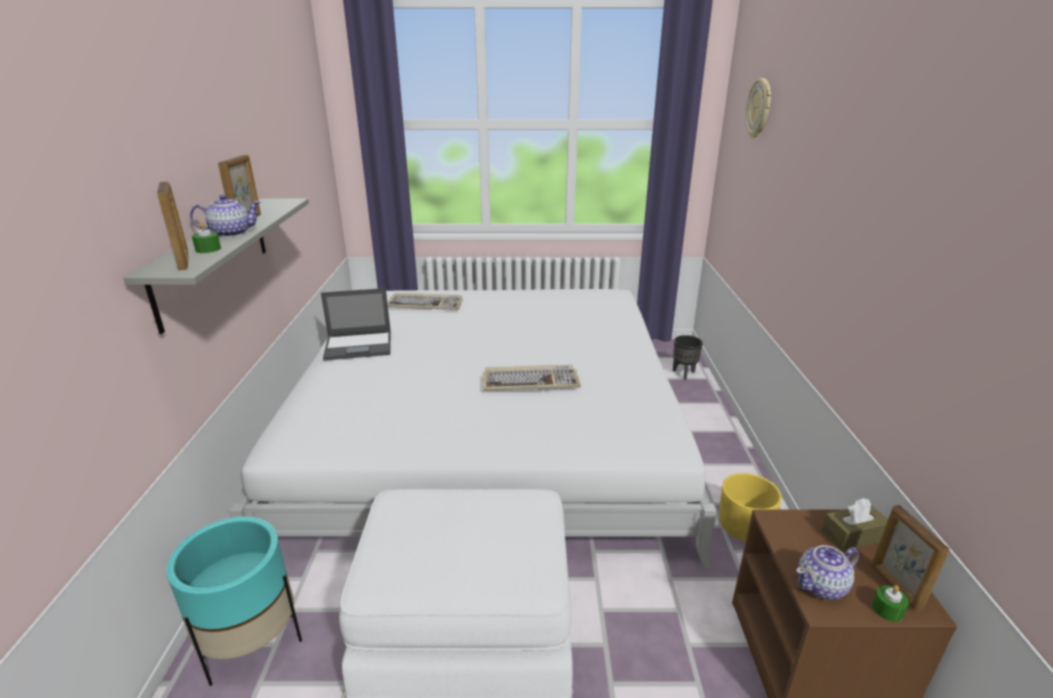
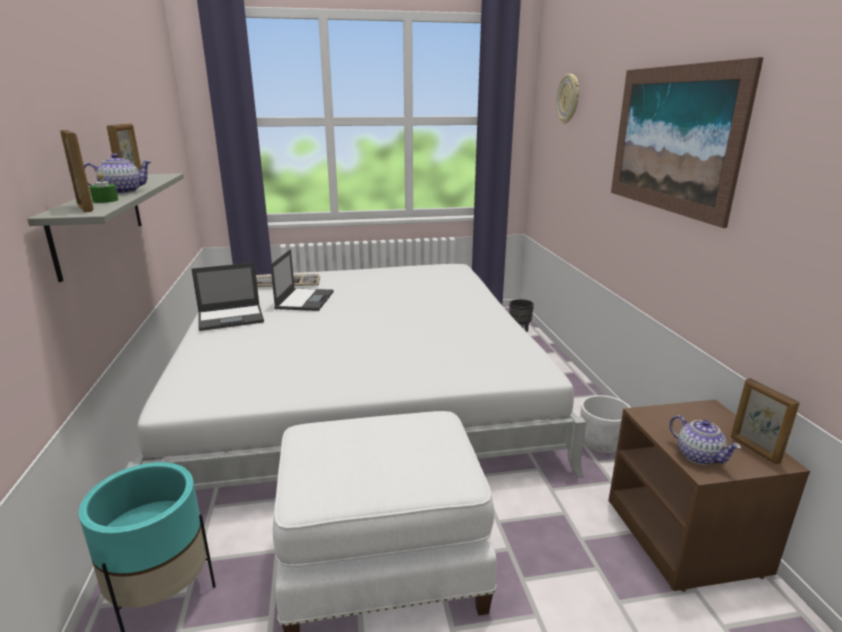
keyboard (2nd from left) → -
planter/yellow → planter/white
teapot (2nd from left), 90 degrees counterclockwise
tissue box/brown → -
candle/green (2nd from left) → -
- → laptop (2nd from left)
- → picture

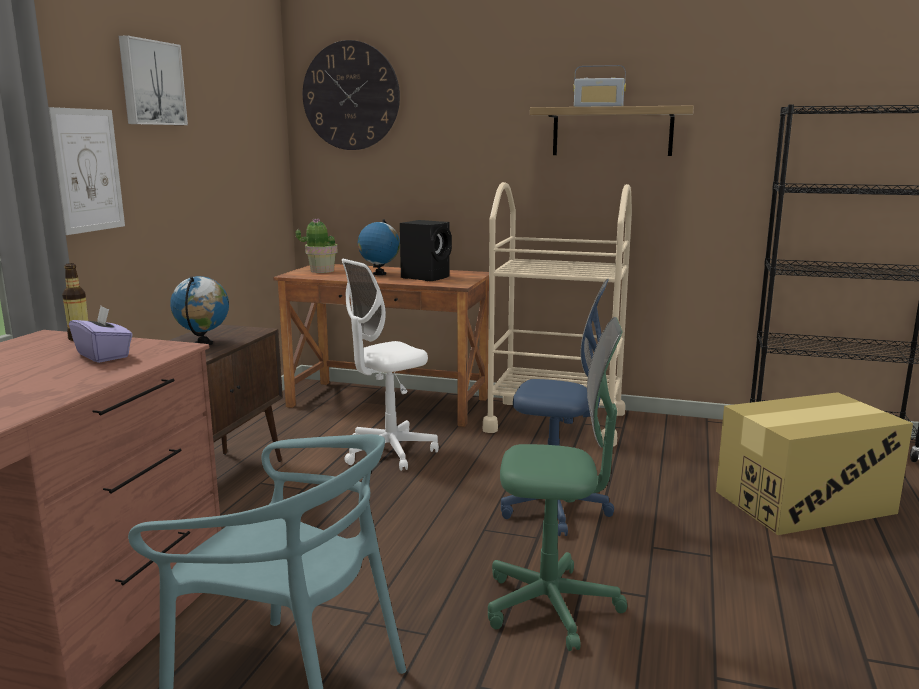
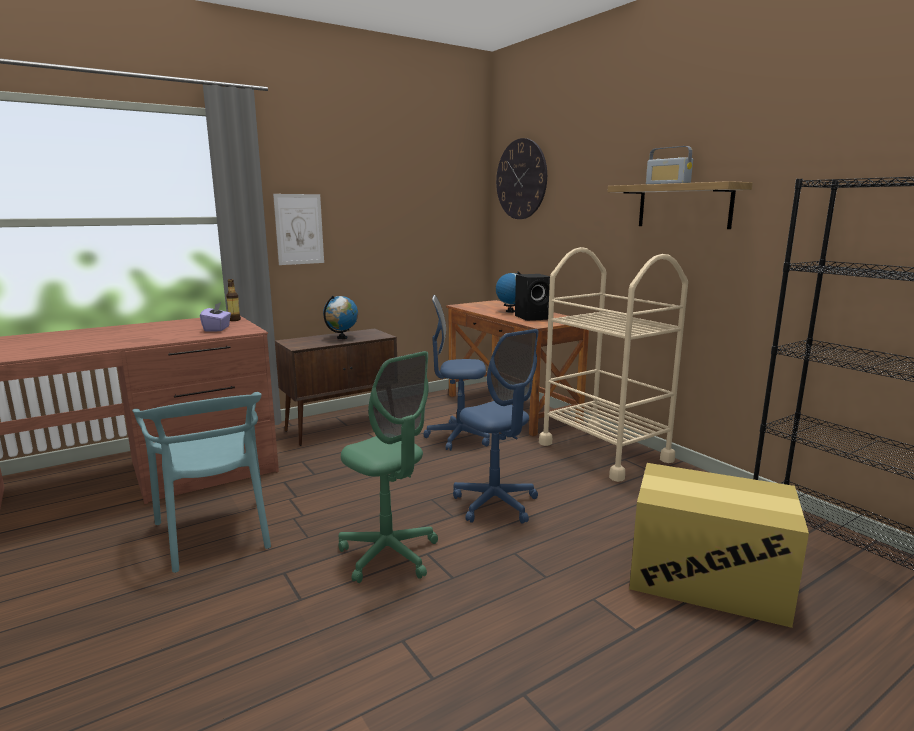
picture (2nd from left) → -
potted plant → -
office chair/white → office chair/blue (1st from left)

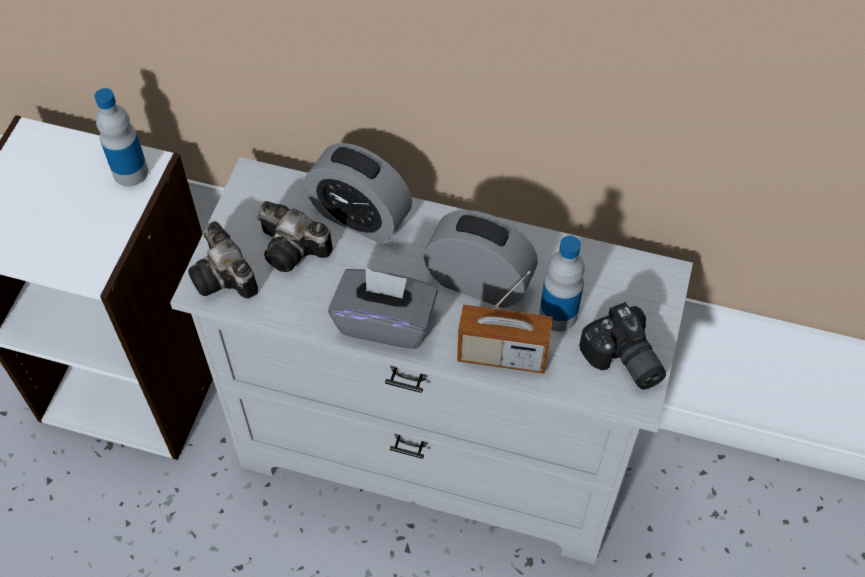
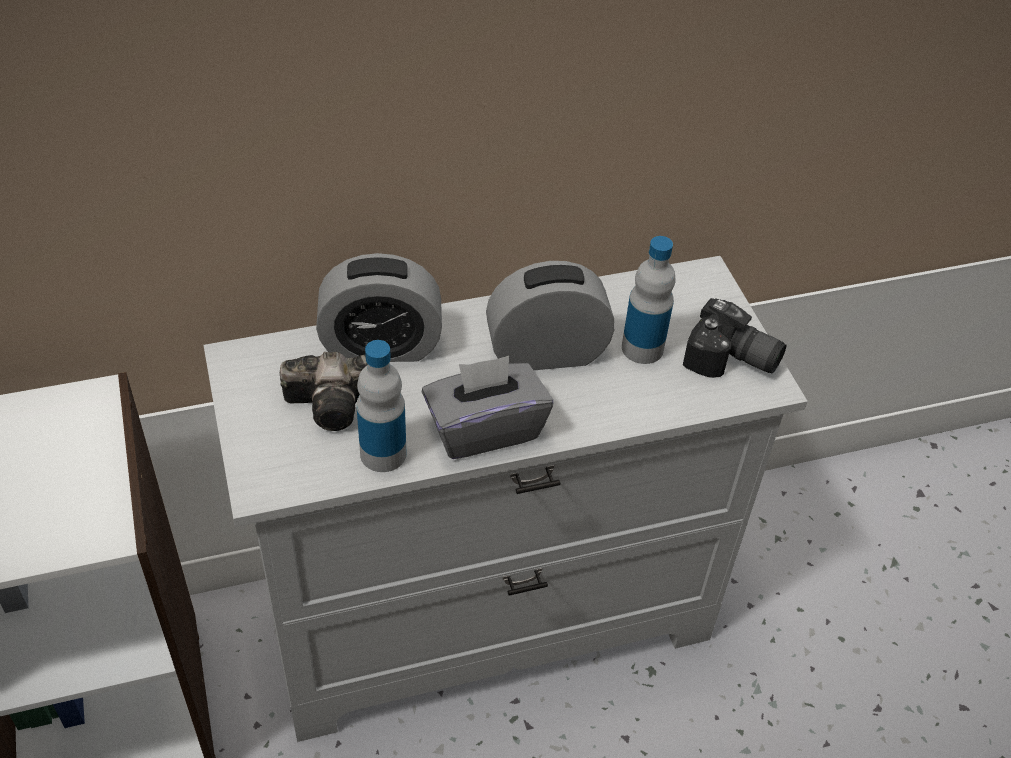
bottle (1st from left), moved
photo camera (1st from left) → -
radio → -

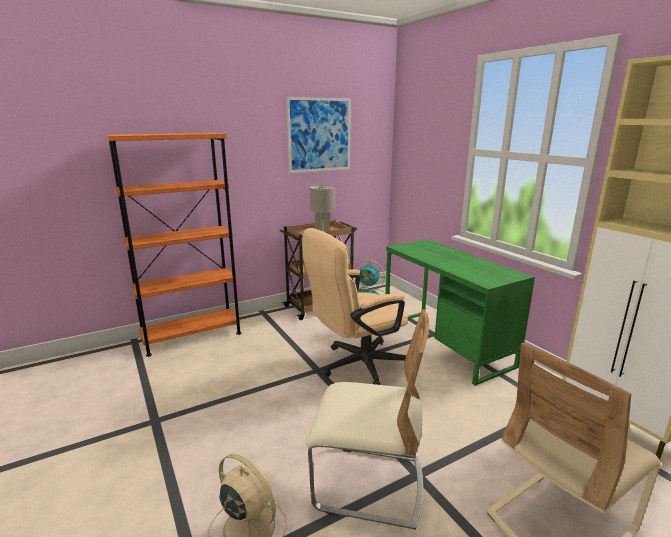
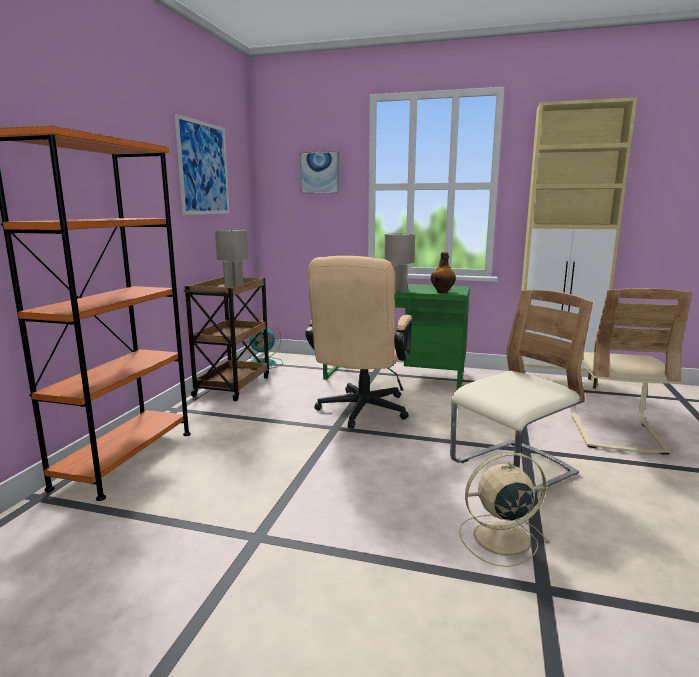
- → picture (2nd from left)
- → table lamp/grey (2nd from left)
- → bottle

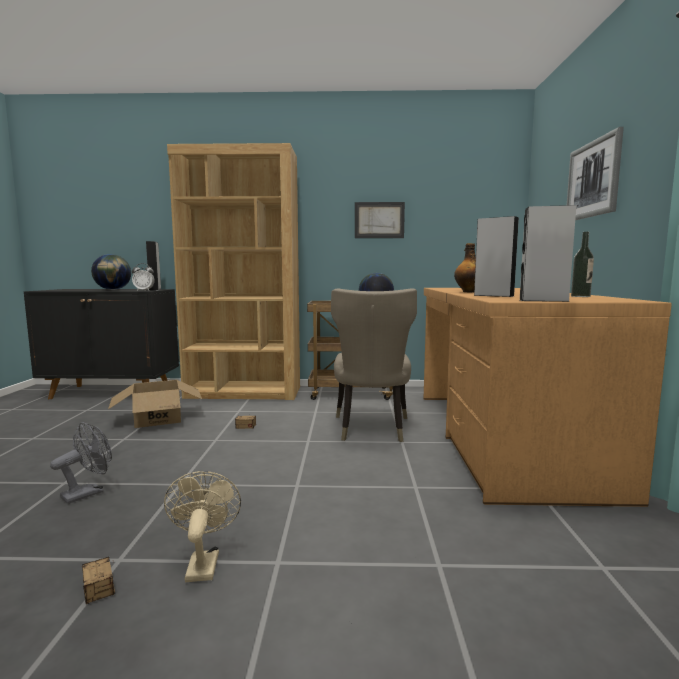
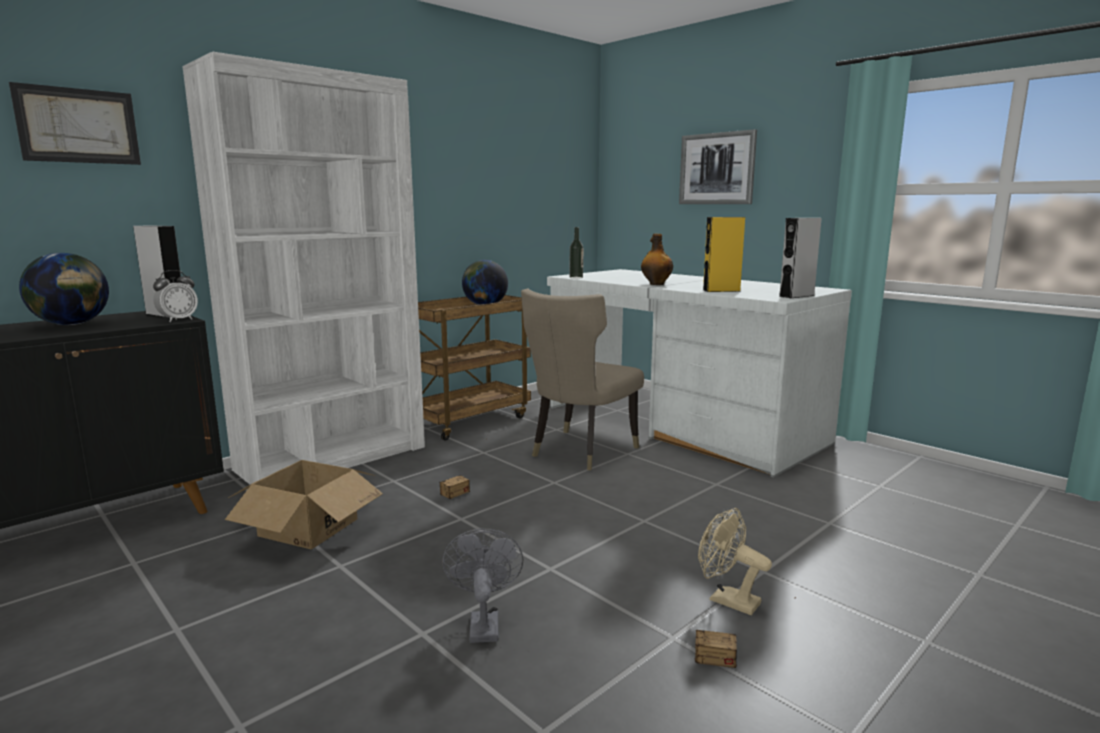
bookcase/brown → bookcase/white
chair/beige, 75 degrees clockwise
picture (1st from left), moved
desk/brown → desk/white
speaker/grey (2nd from left) → speaker/yellow
bottle (2nd from left in the first image) → bottle (1st from left), moved

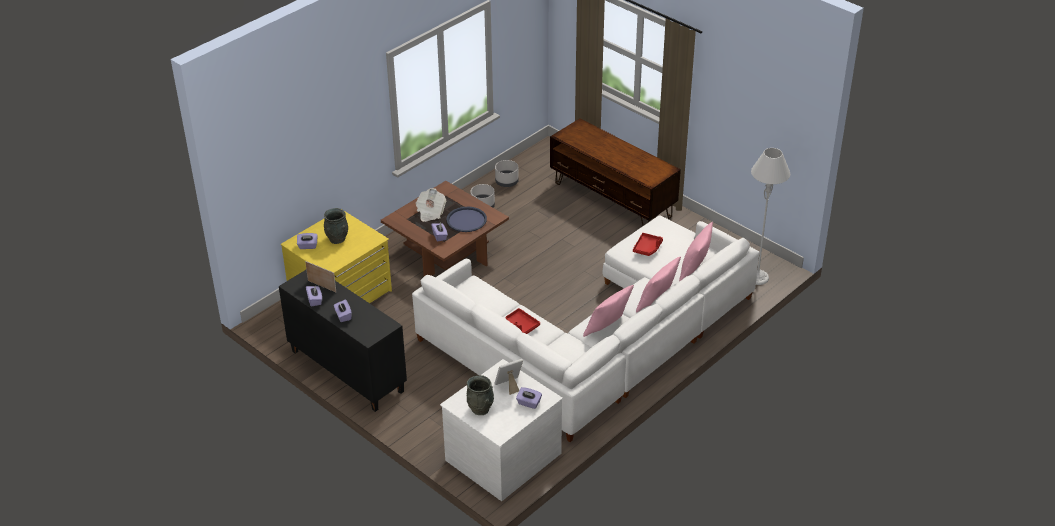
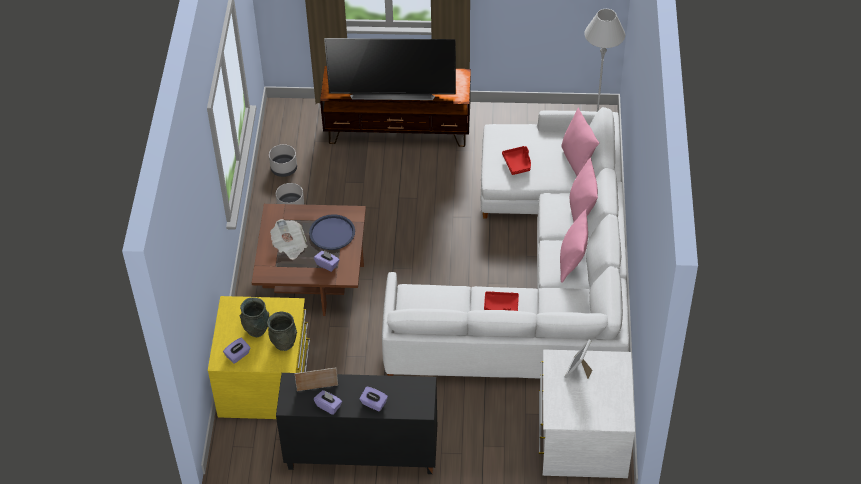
vase/grey (2nd from left), moved
tissue box/purple (5th from left) → -
- → television

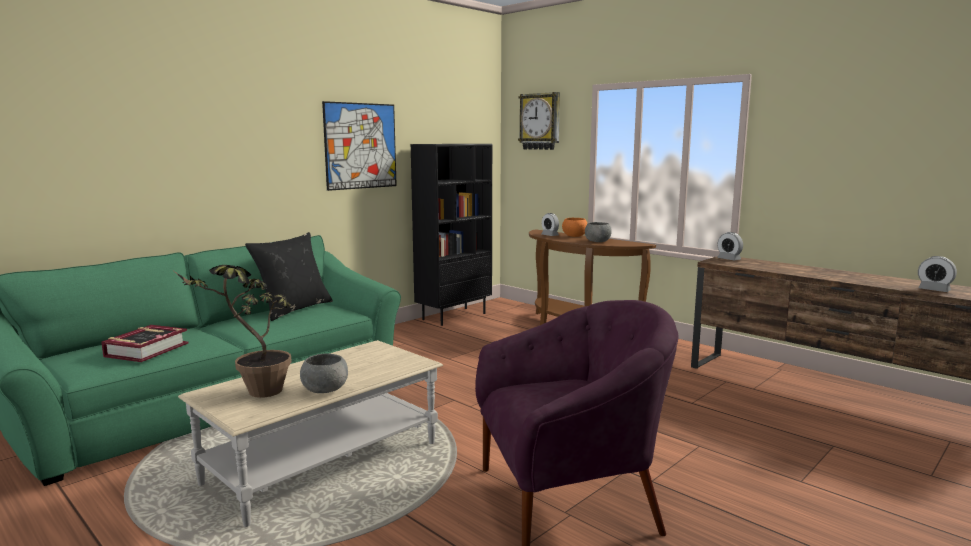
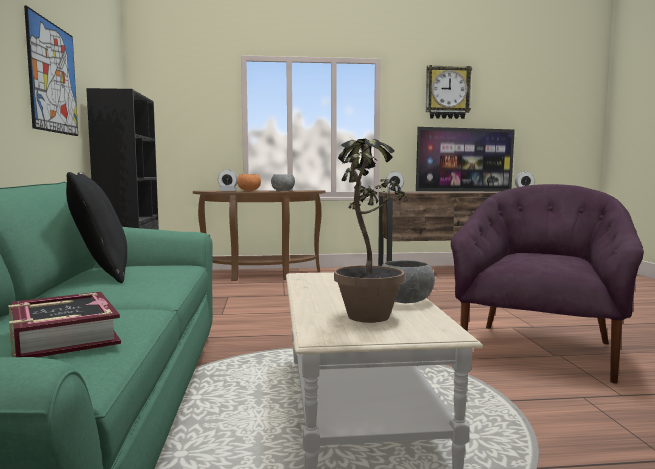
wall clock, moved
- → television

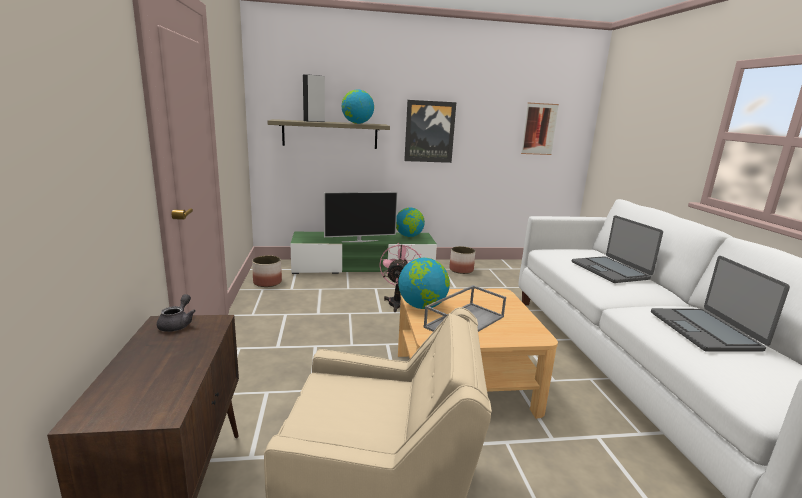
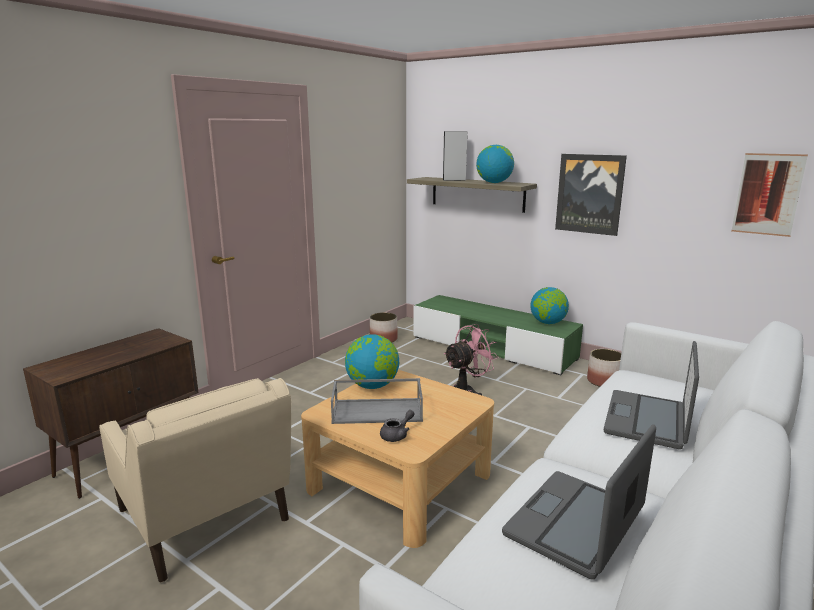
teapot/grey, moved
television → -

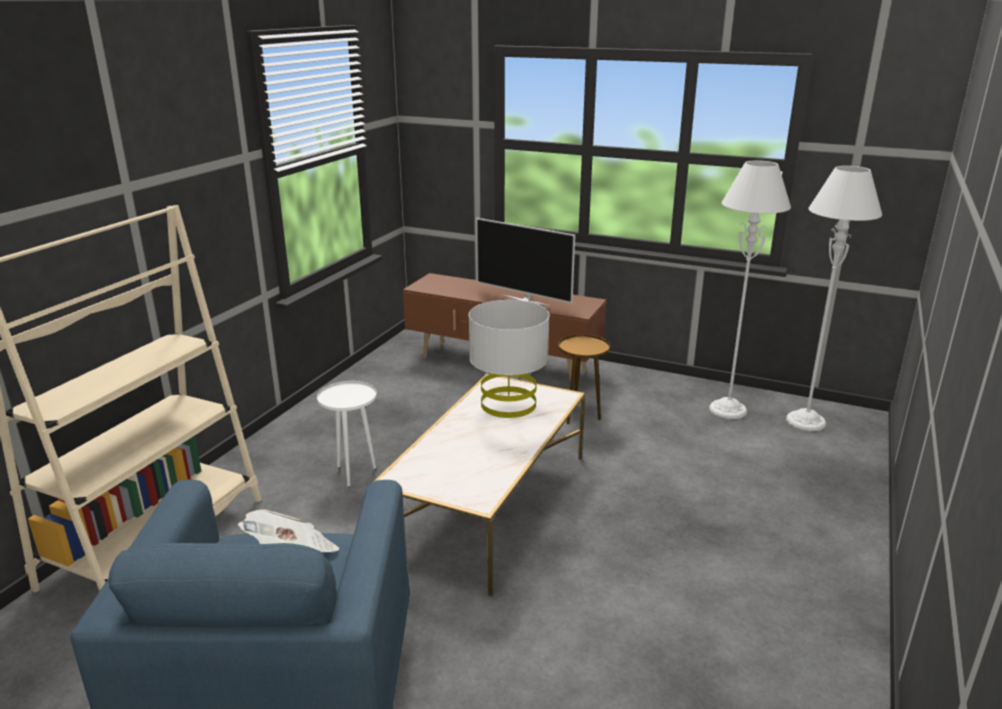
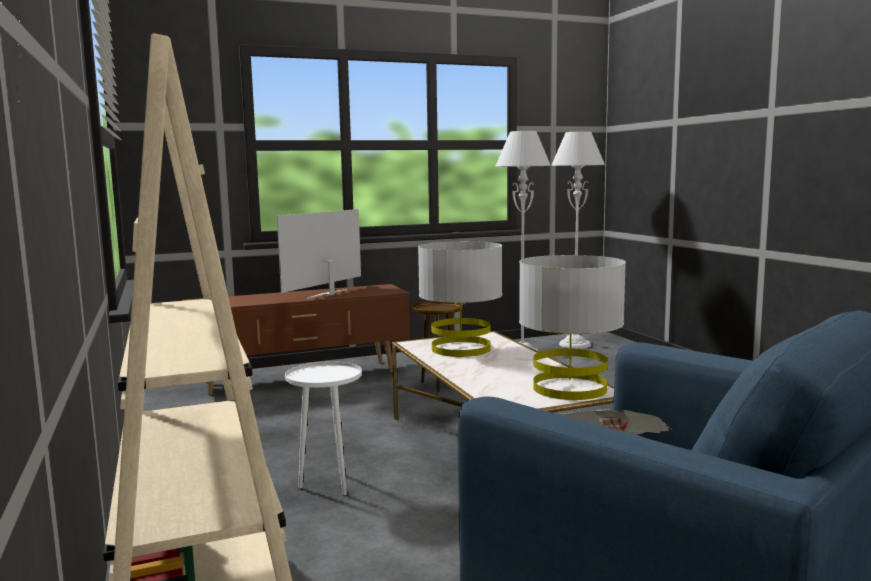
television, 135 degrees clockwise
- → table lamp/grey (2nd from left)

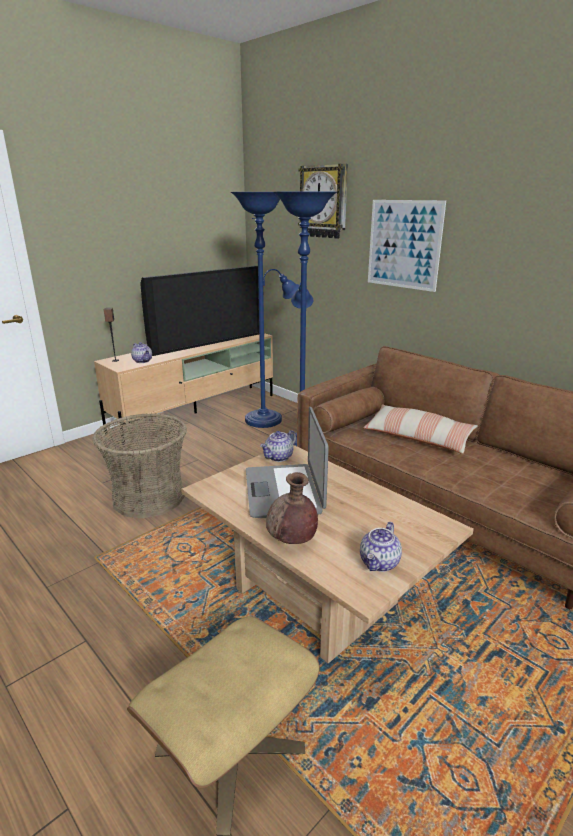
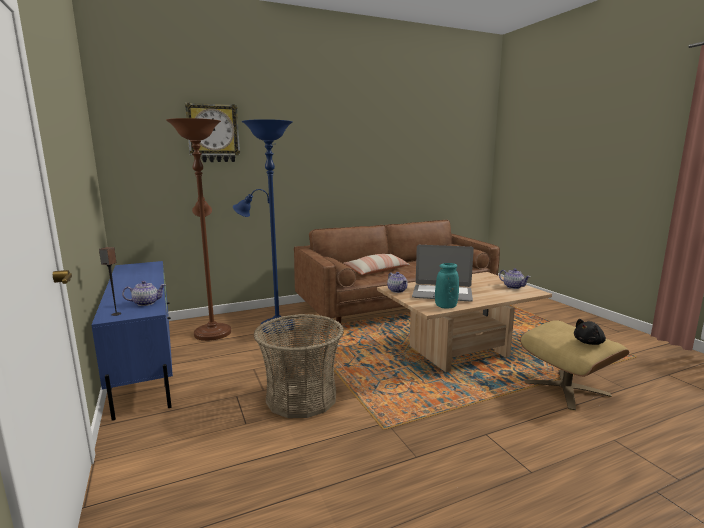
tv stand/beige → tv stand/blue
television → -
floor lamp/blue (1st from left) → floor lamp/brown
vase/brown → -
picture → -
- → vase/turquoise
- → plush toy/black

